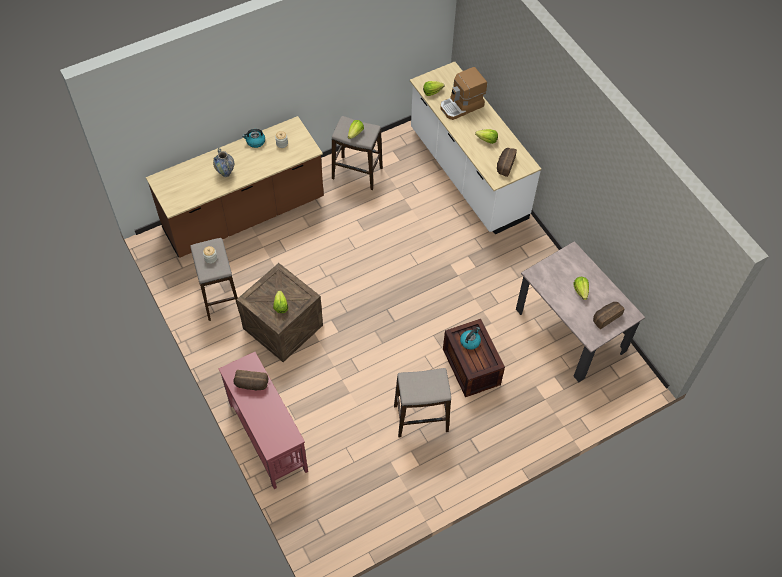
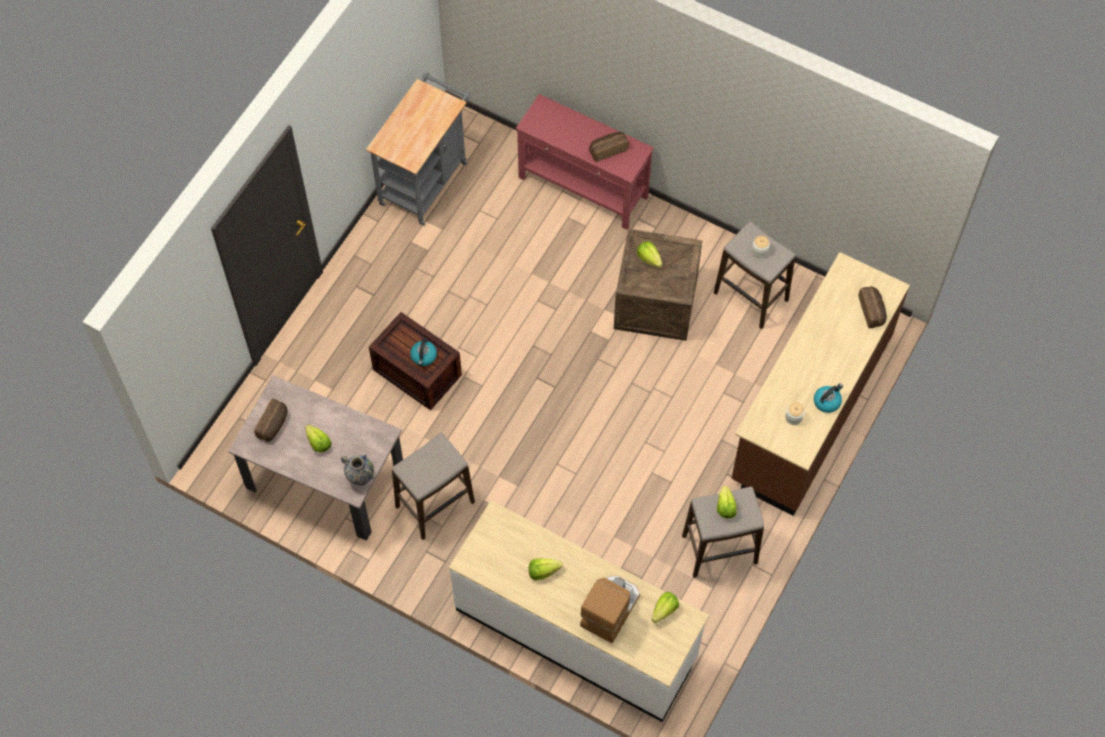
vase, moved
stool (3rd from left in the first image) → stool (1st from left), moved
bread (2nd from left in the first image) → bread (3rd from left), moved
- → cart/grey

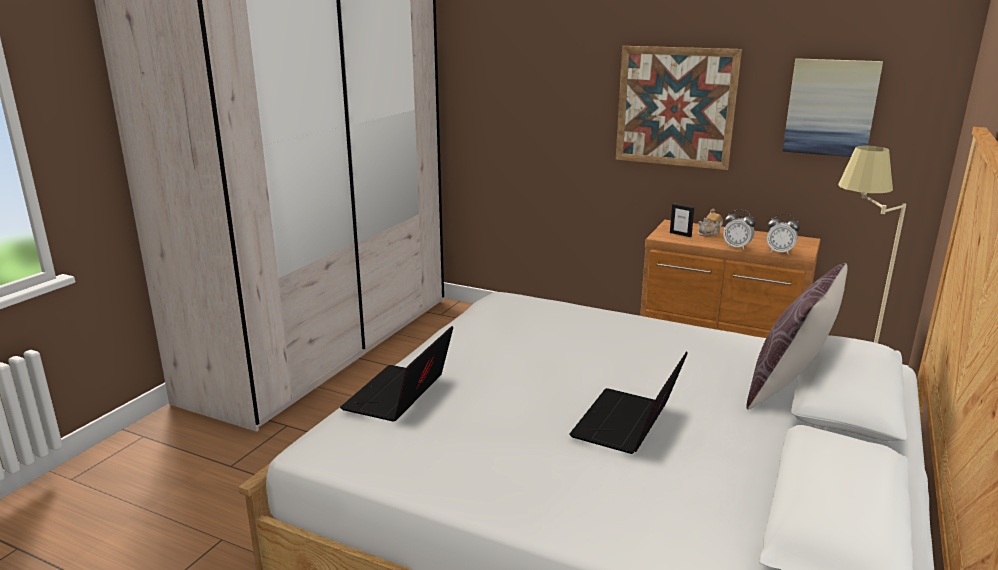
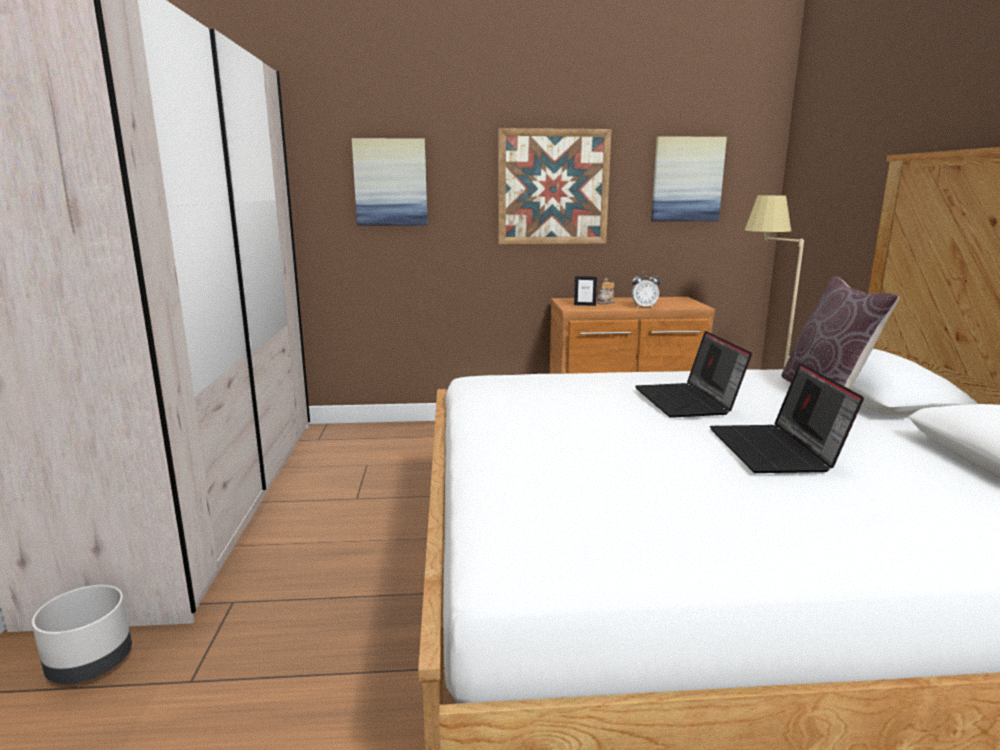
laptop (1st from left), moved
alarm clock (2nd from left) → -
- → planter/grey
- → picture (1st from left)

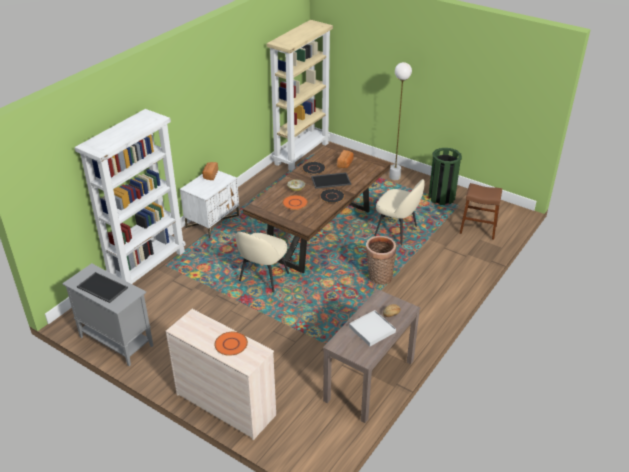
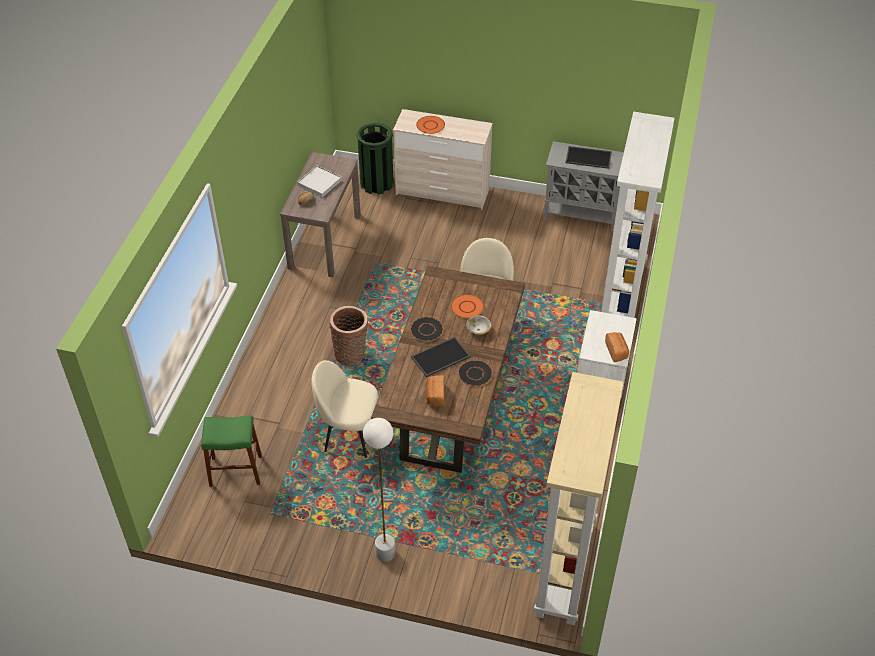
trash can/green, moved
stool/brown → stool/green

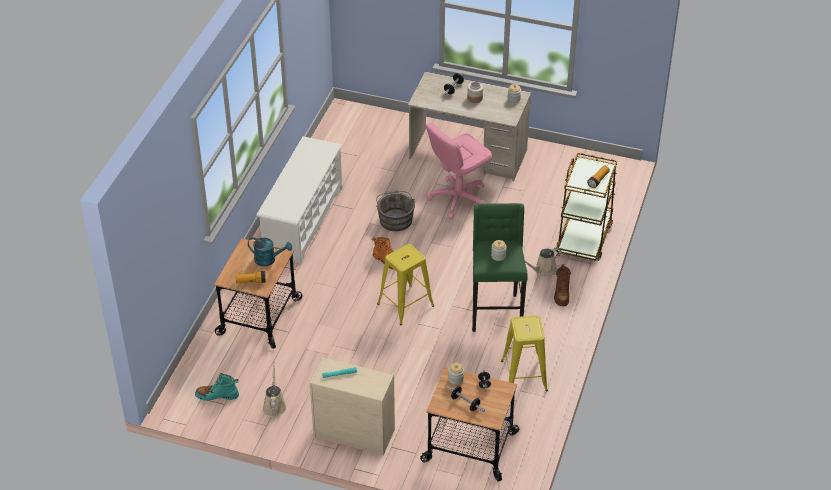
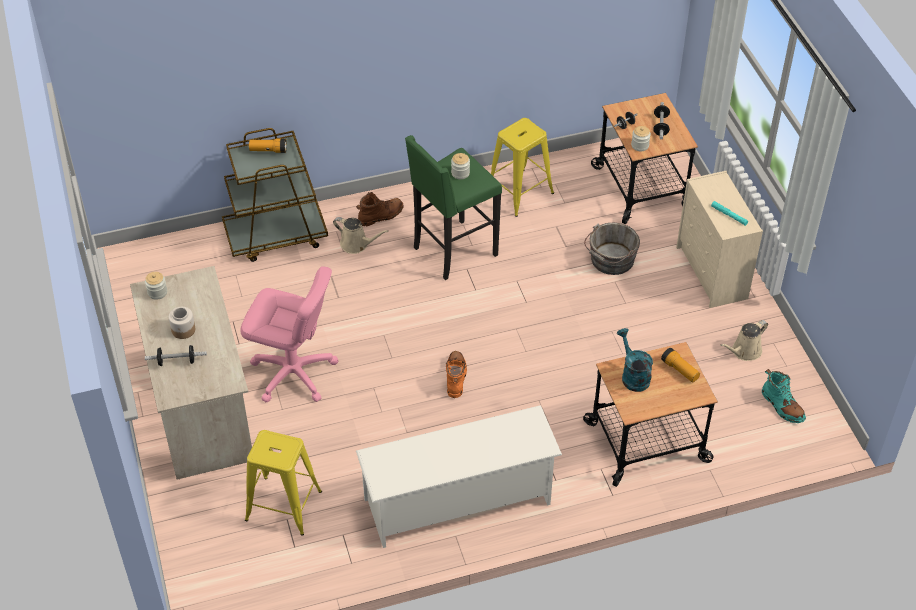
bucket/grey, moved
stool/yellow (1st from left), moved

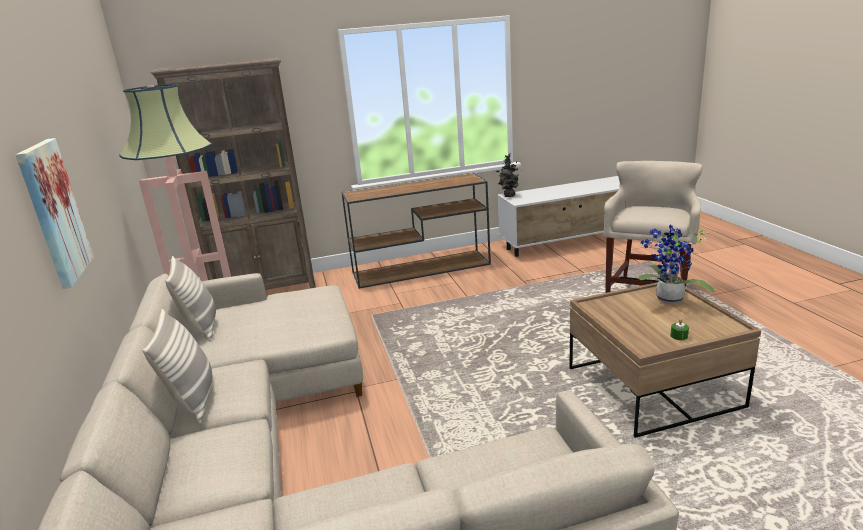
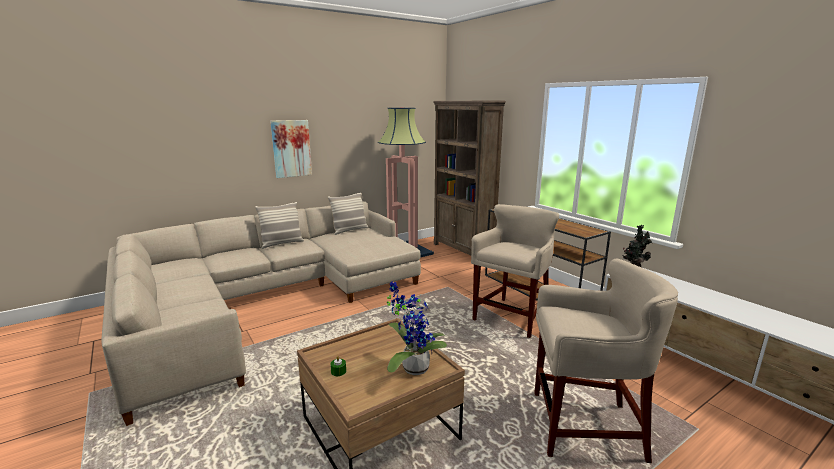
- → stool/beige (1st from left)

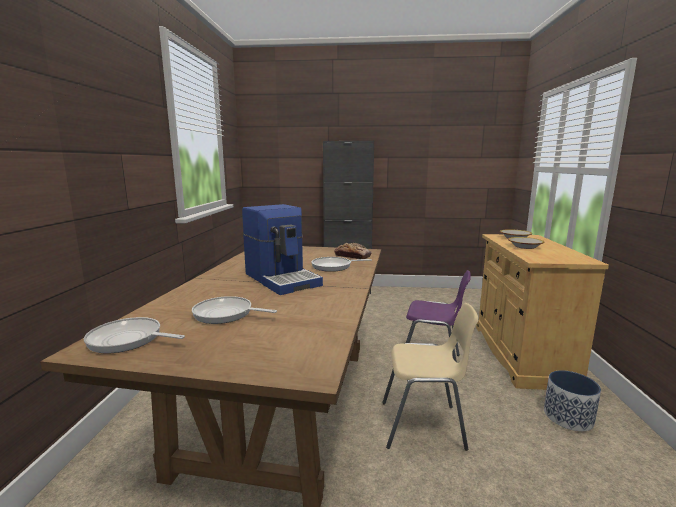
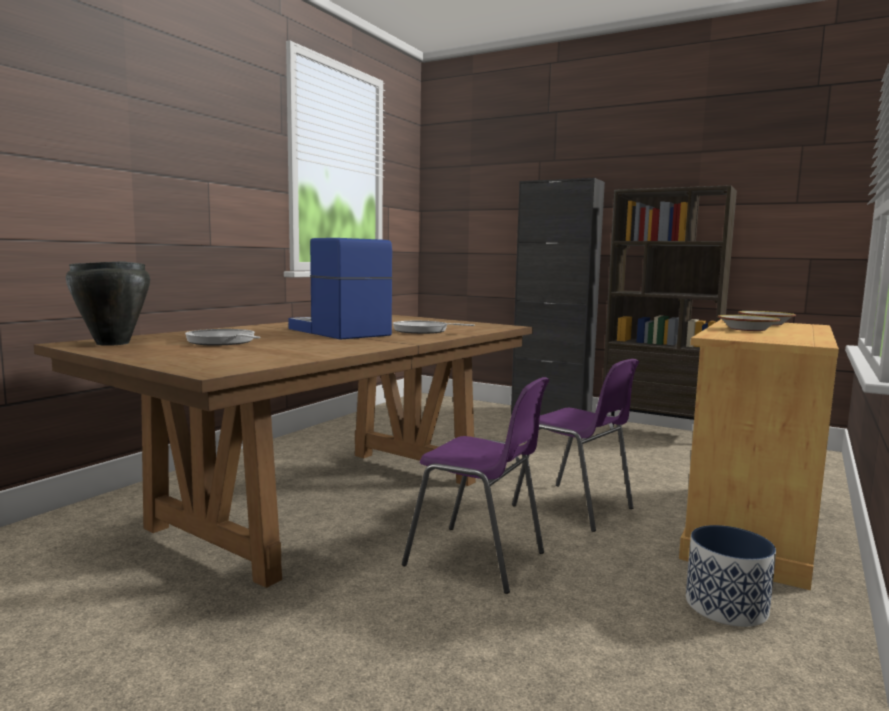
frying pan (1st from left) → cooking pot/black
coffee machine, 150 degrees clockwise
bread → -
chair/beige → chair/purple (1st from left)
- → bookcase/brown

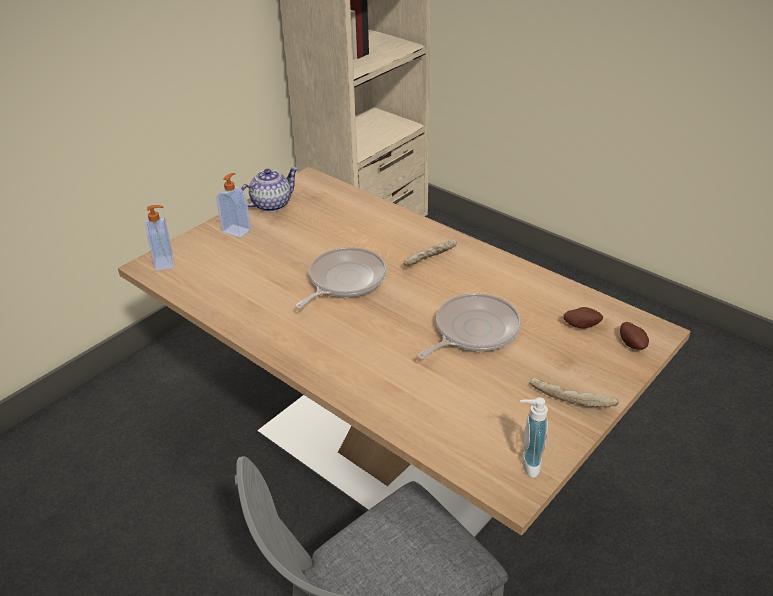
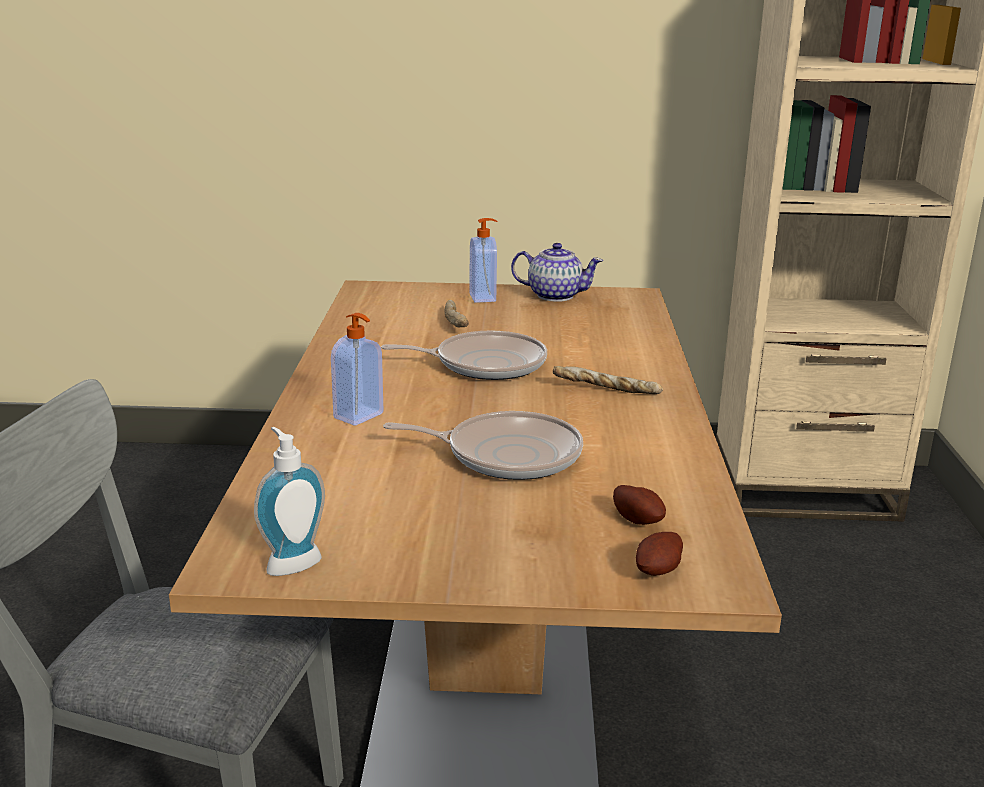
soap dispenser (1st from left in the first image) → soap dispenser (2nd from left), moved
bread (2nd from left in the first image) → bread (1st from left), moved

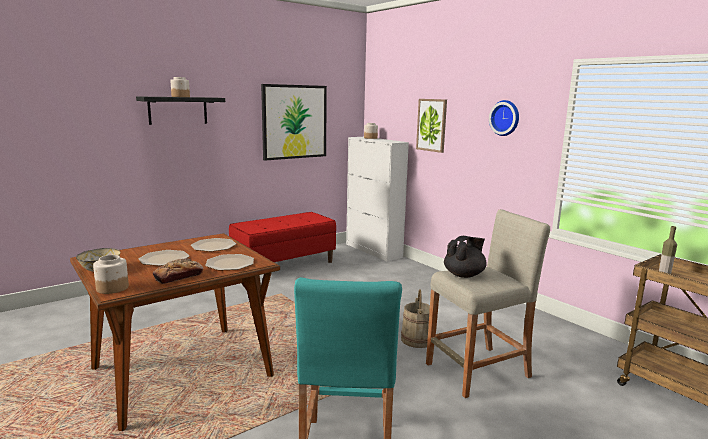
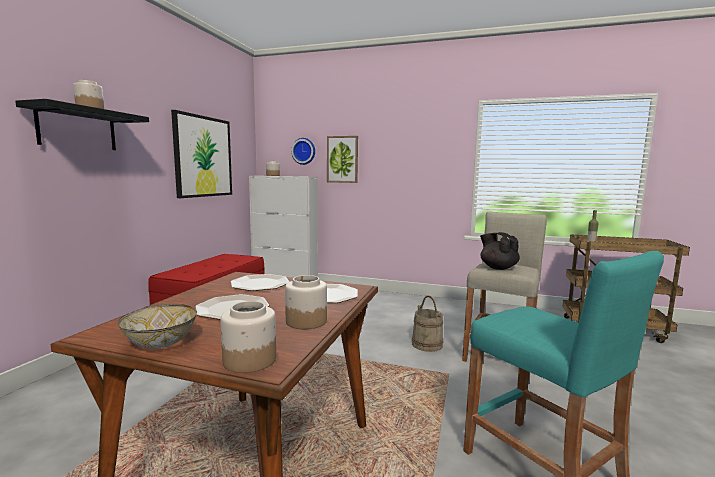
bread → jar (4th from left)
teapot/black, 45 degrees counterclockwise
wall clock, moved

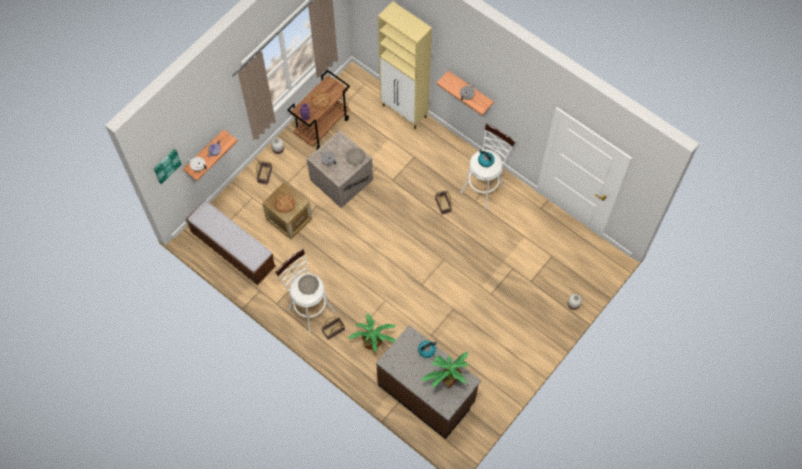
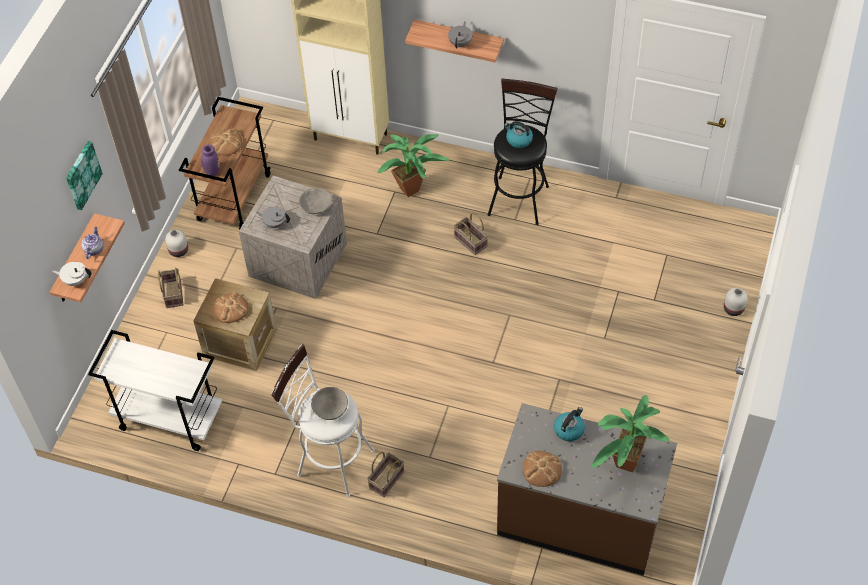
picture, moved
bench → cart/white
potted plant (1st from left), moved
stool/white (2nd from left) → stool/black
- → bread (3rd from left)

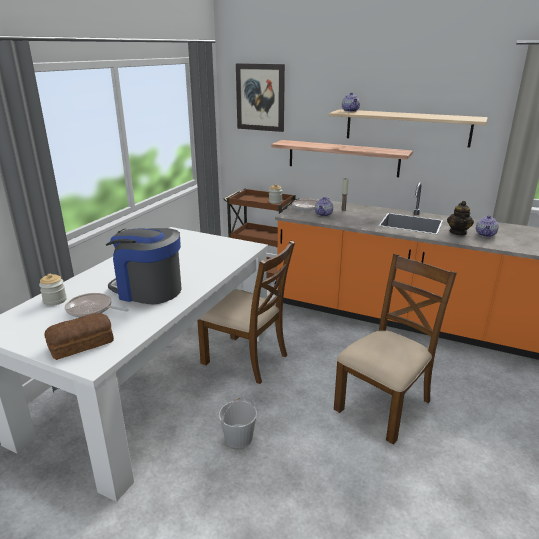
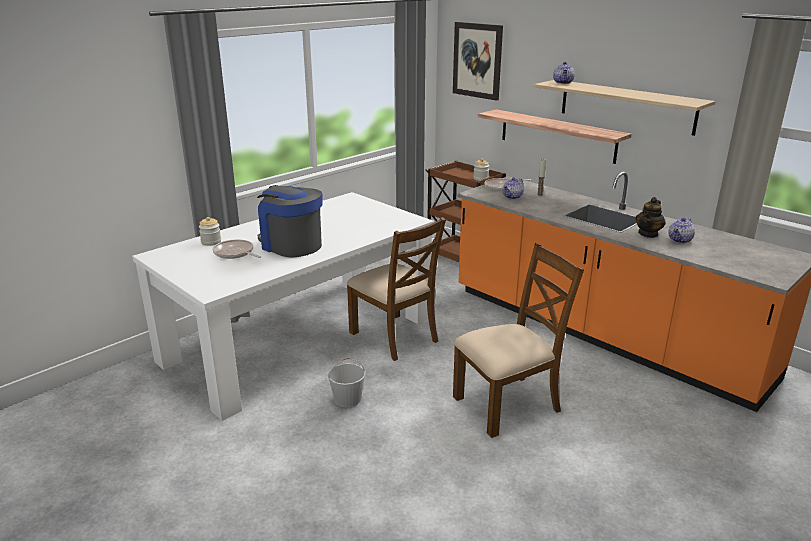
bread → -

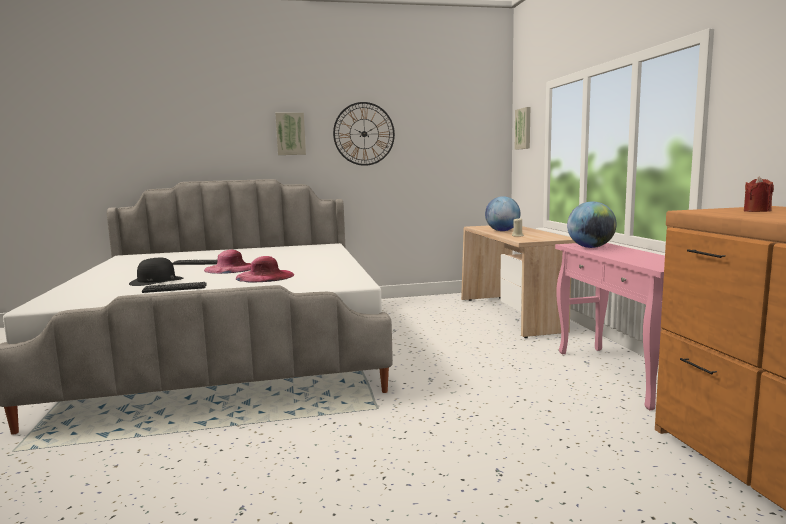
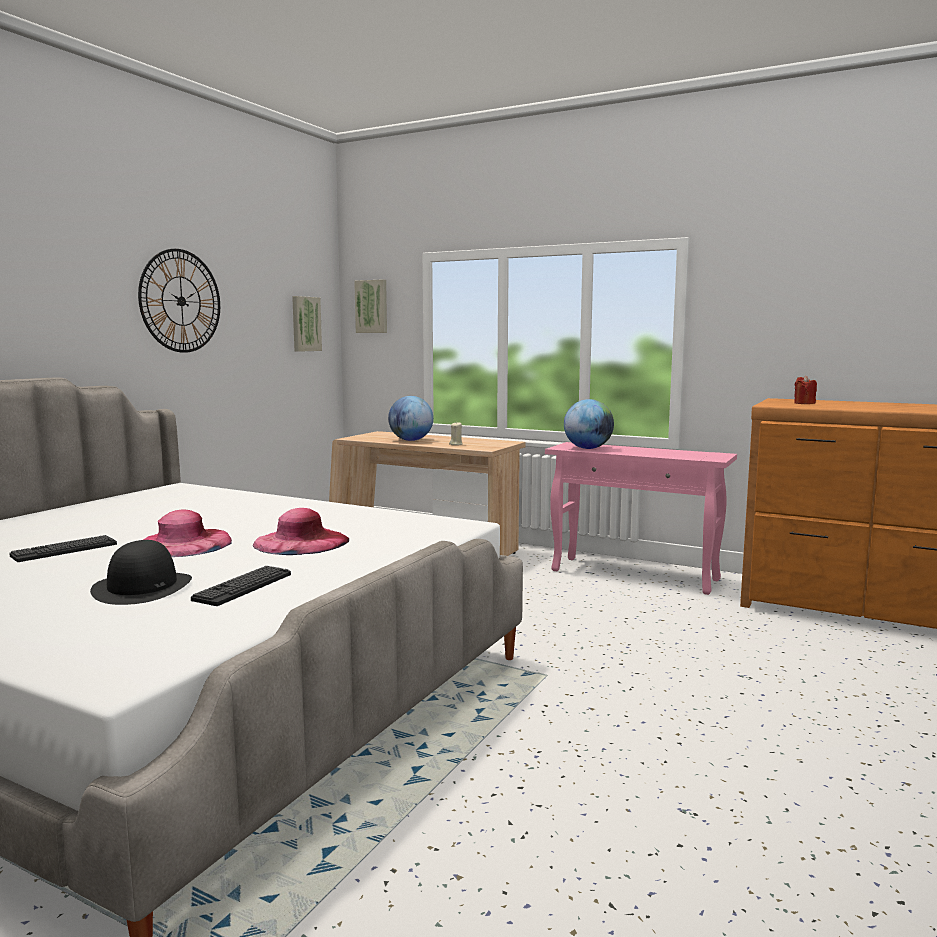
picture (1st from left), moved

